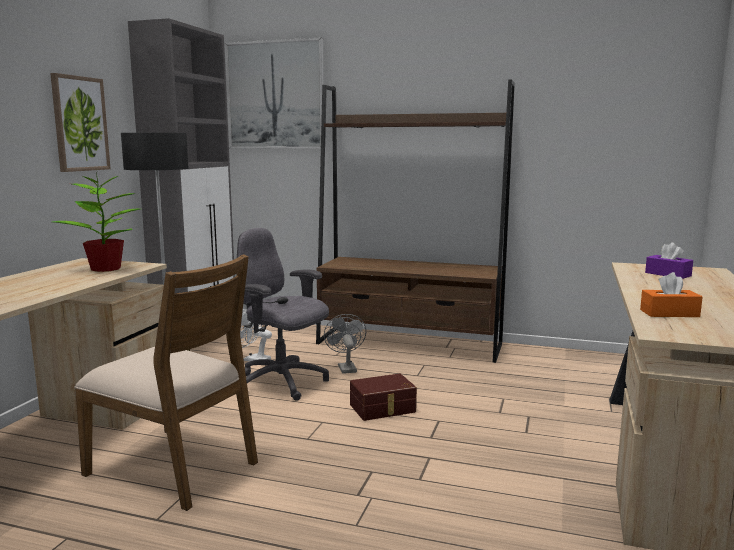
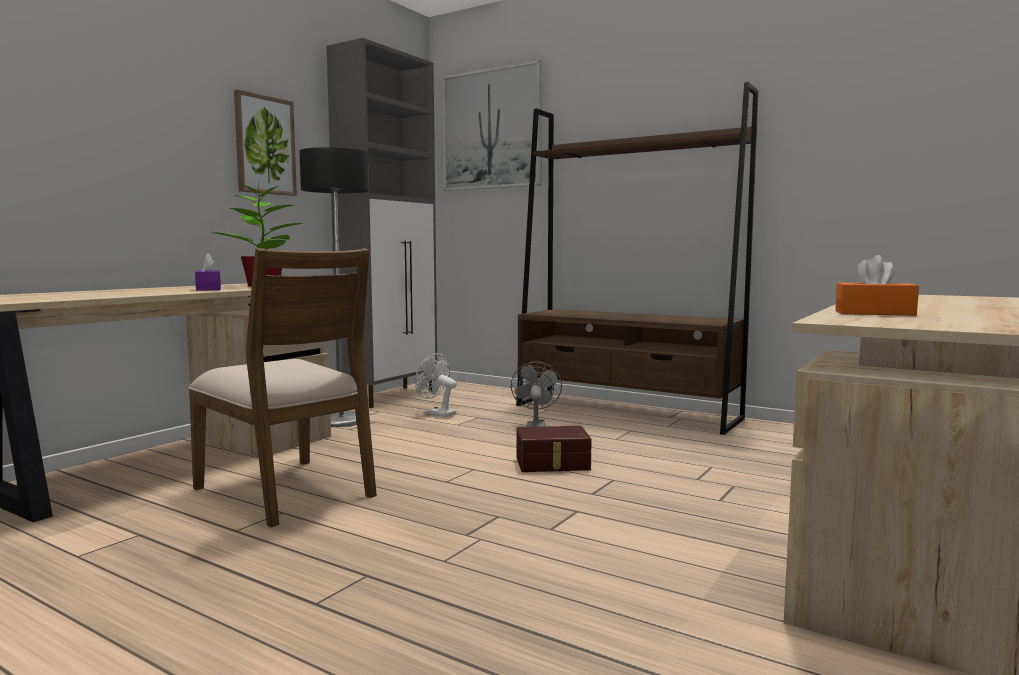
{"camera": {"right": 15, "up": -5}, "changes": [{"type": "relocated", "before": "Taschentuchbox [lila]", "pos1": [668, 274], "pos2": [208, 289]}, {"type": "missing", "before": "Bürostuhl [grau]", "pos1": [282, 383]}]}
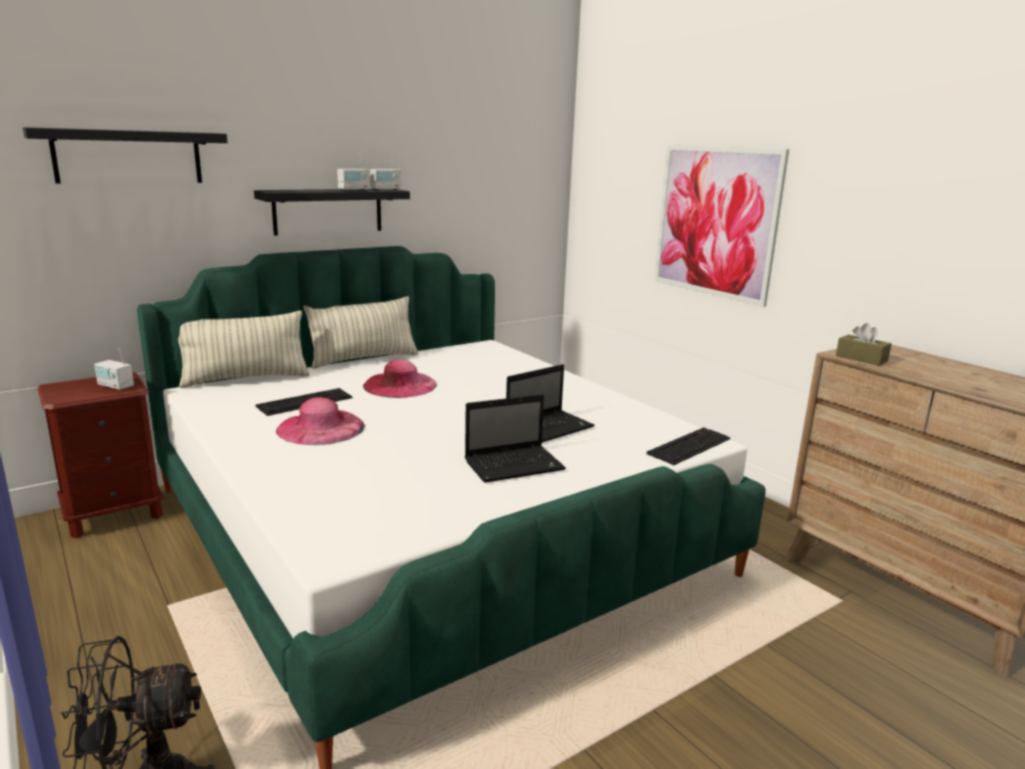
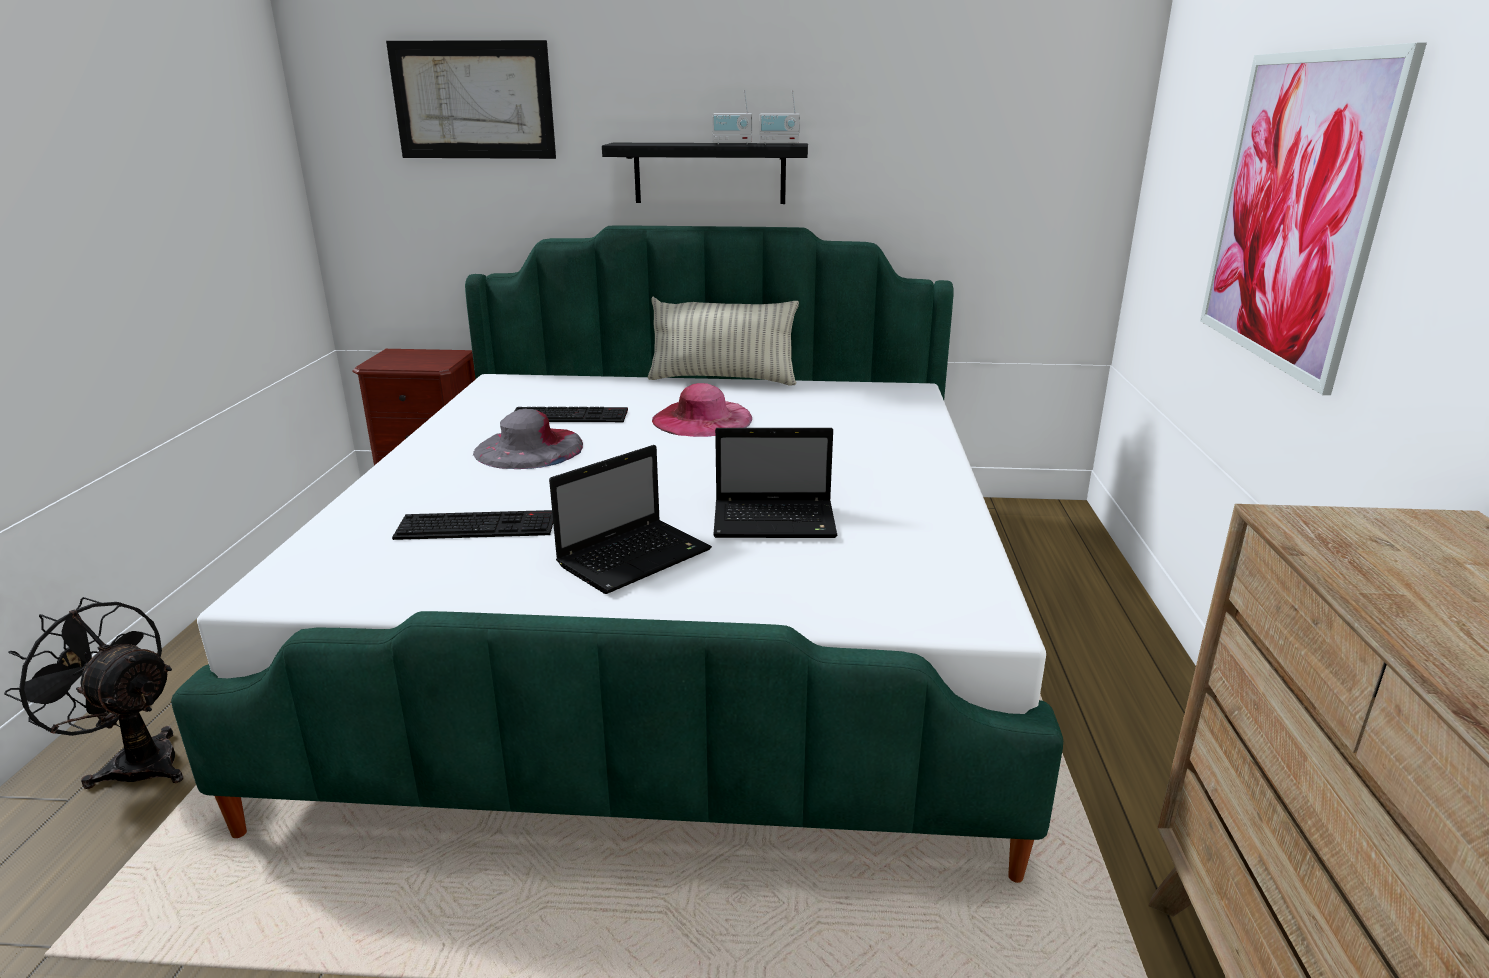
{"camera": {"right": 40, "up": 5}, "changes": [{"type": "exchanged", "before": "Wandregal [schwarz]", "after": "Bild", "pos1": [128, 156], "pos2": [473, 100]}, {"type": "relocated", "before": "Tastatur", "pos1": [688, 445], "pos2": [479, 525]}, {"type": "colour", "before": "Hut [rosa]", "after": "Hut [grau]", "pos1": [320, 428], "pos2": [529, 448]}, {"type": "spun", "before": "Laptop", "pos1": [515, 465], "pos2": [636, 557], "turn": -60}, {"type": "missing", "before": "Radio", "pos1": [115, 386]}, {"type": "missing", "before": "Kissen", "pos1": [246, 379]}, {"type": "missing", "before": "Taschentuchbox [braun]", "pos1": [861, 358]}]}
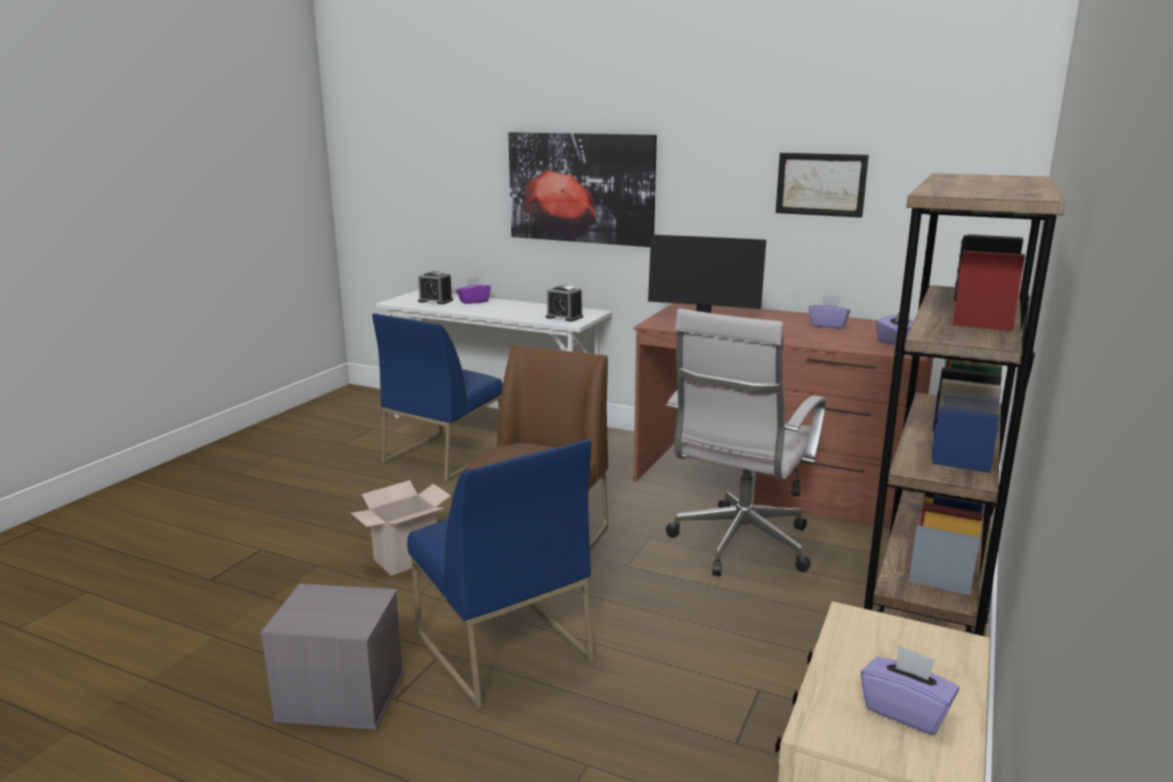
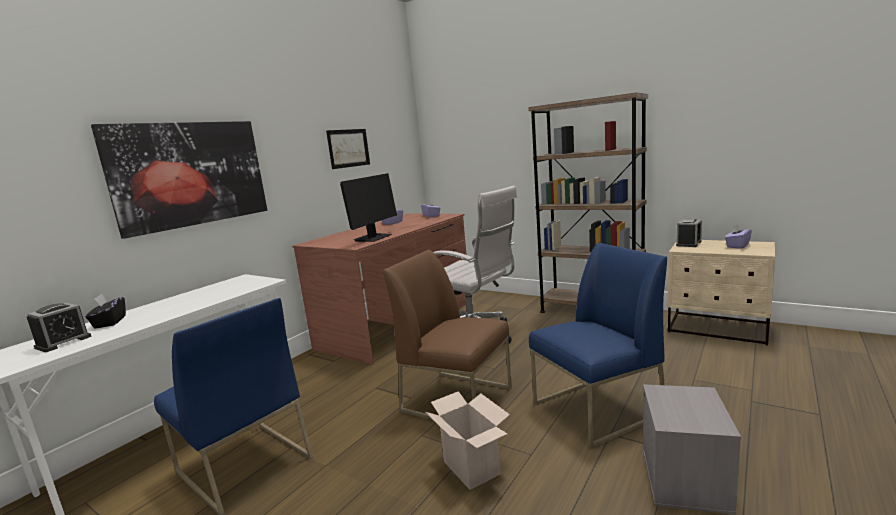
{"camera": {"right": -80, "up": -5}, "changes": [{"type": "colour", "before": "Taschentuchbox [lila]", "after": "Taschentuchbox [schwarz]", "pos1": [473, 301], "pos2": [109, 322]}, {"type": "relocated", "before": "Wecker", "pos1": [564, 317], "pos2": [688, 243]}]}
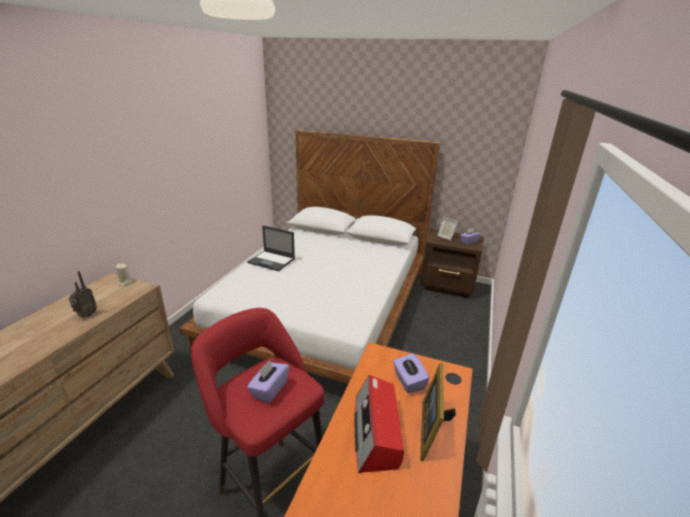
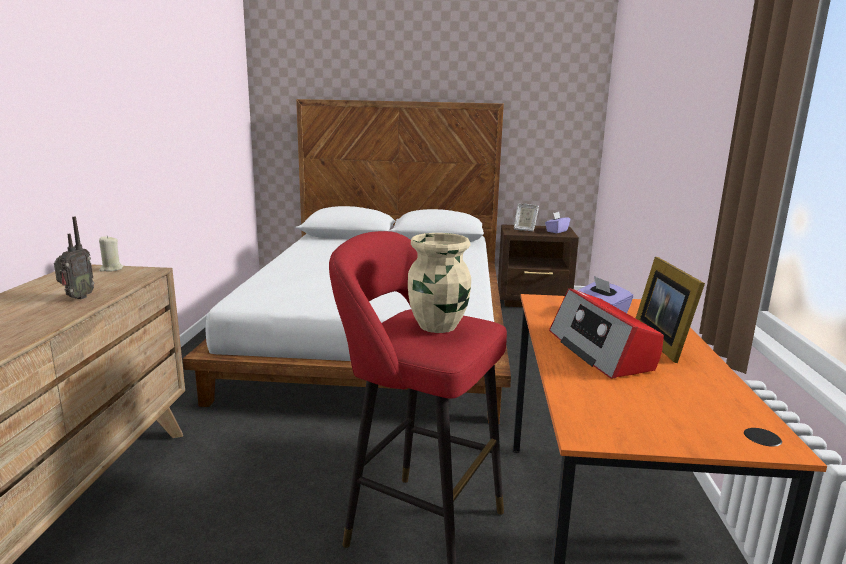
{"camera": {"right": -15, "up": -10}, "changes": [{"type": "exchanged", "before": "Taschentuchbox [lila]", "after": "Vase [beige]", "pos1": [269, 389], "pos2": [438, 326]}, {"type": "missing", "before": "Laptop", "pos1": [272, 261]}]}
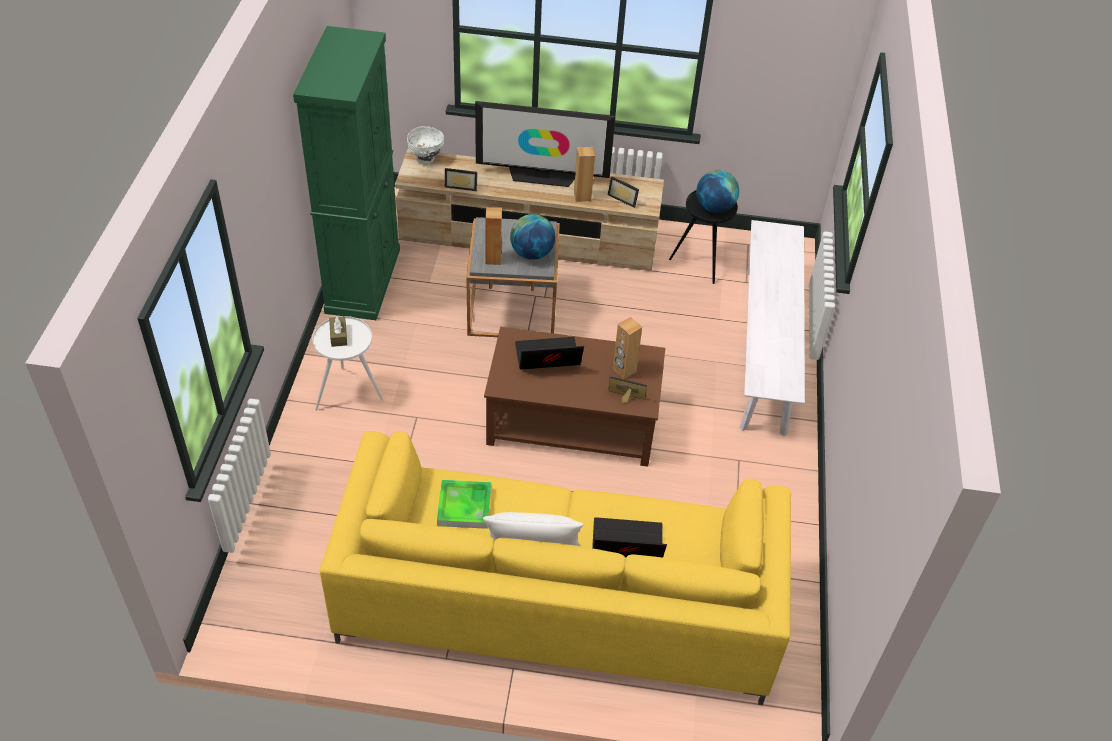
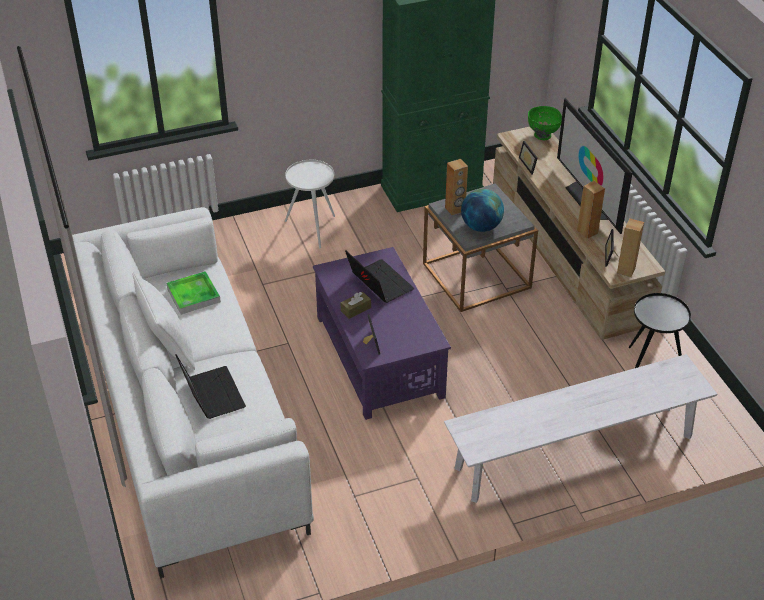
{"camera": {"right": 65, "up": -5}, "changes": [{"type": "colour", "before": "Sofa [gelb]", "after": "Sofa [weiß]", "pos1": [557, 601], "pos2": [191, 414]}, {"type": "colour", "before": "Couchtisch [braun]", "after": "Couchtisch [lila]", "pos1": [571, 421], "pos2": [379, 355]}, {"type": "relocated", "before": "Taschentuchbox [braun]", "pos1": [338, 335], "pos2": [356, 309]}, {"type": "colour", "before": "Schüssel [weiß]", "after": "Schüssel [grün]", "pos1": [426, 158], "pos2": [542, 136]}, {"type": "relocated", "before": "Lautsprecher [braun]", "pos1": [624, 370], "pos2": [625, 270]}, {"type": "missing", "before": "Globus", "pos1": [714, 207]}]}
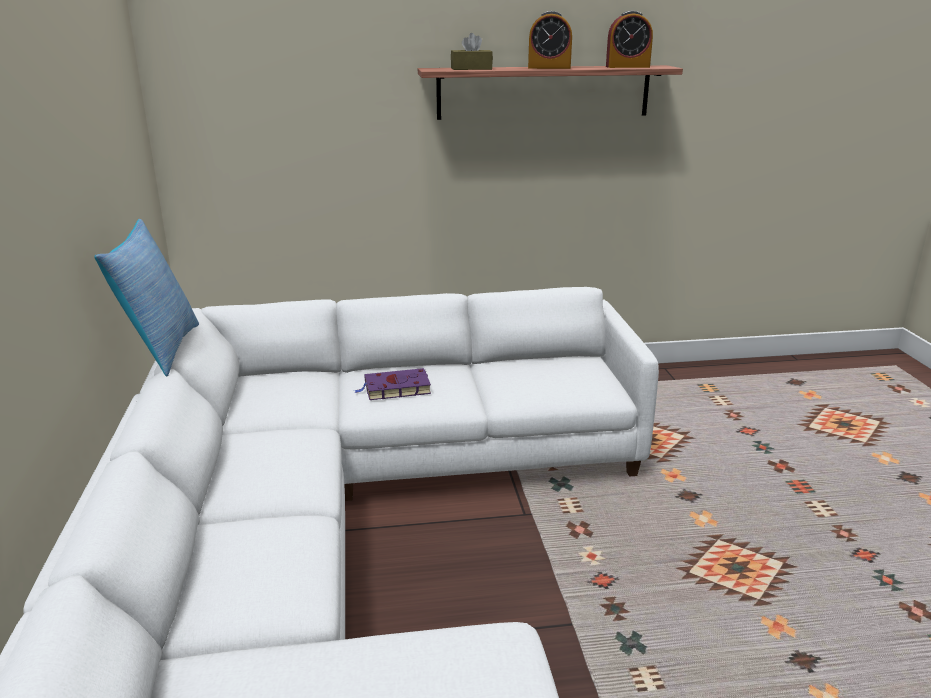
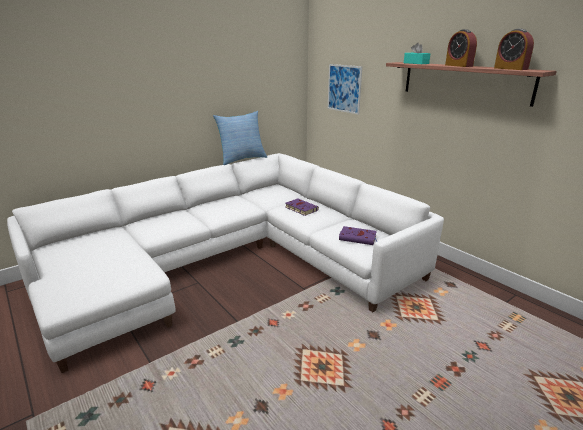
{"camera": {"right": 60, "up": 0}, "changes": [{"type": "appeared", "after": "Bild", "pos2": [344, 88]}, {"type": "appeared", "after": "Buch [lila]", "pos2": [359, 238]}, {"type": "colour", "before": "Taschentuchbox [braun]", "after": "Taschentuchbox [türkis]", "pos1": [471, 69], "pos2": [416, 63]}]}
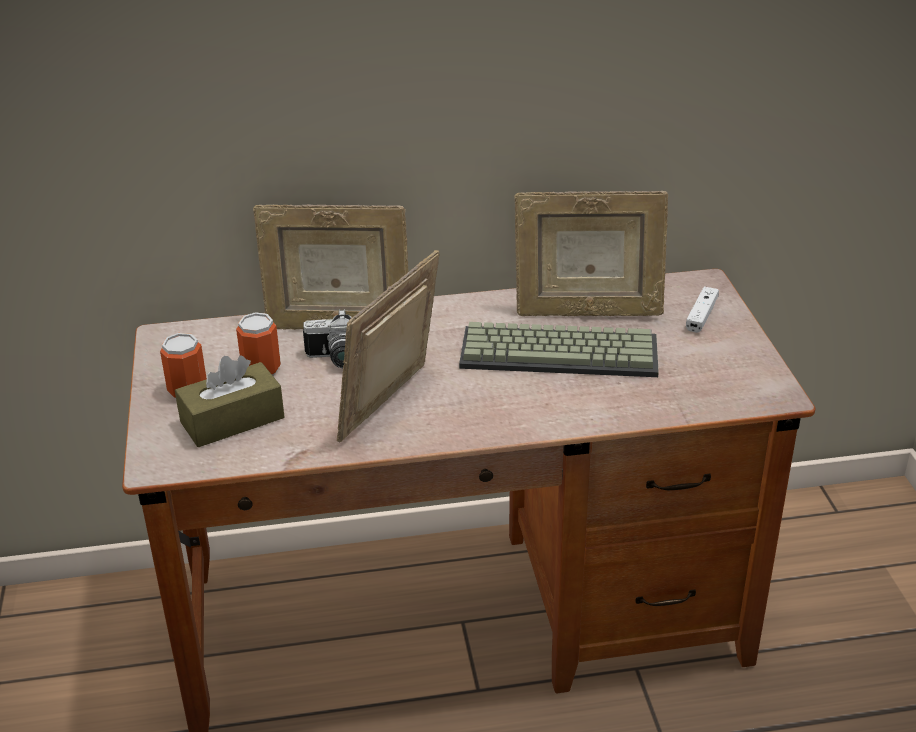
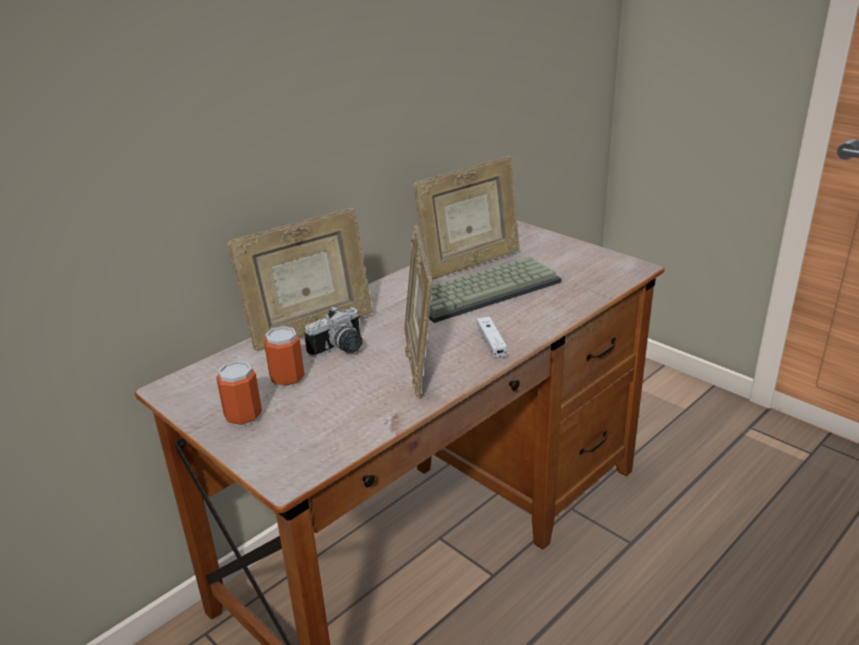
{"camera": {"right": -35, "up": -5}, "changes": [{"type": "relocated", "before": "Gamepad [weiß]", "pos1": [701, 316], "pos2": [491, 343]}, {"type": "missing", "before": "Taschentuchbox [braun]", "pos1": [232, 420]}]}
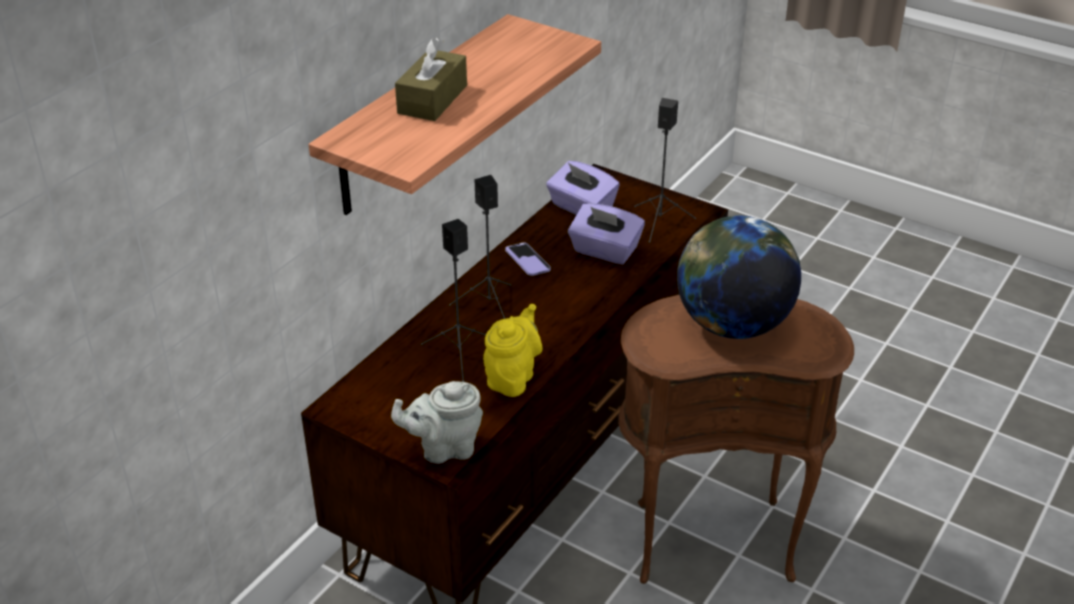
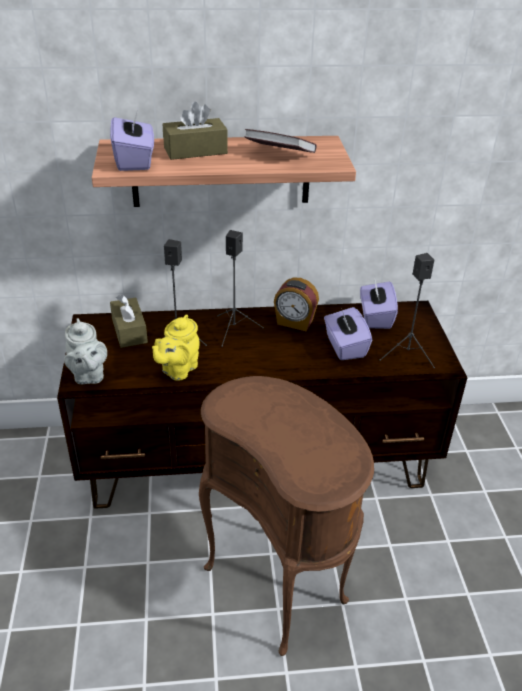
{"camera": {"right": 50, "up": 0}, "changes": [{"type": "spun", "before": "Teekanne [grau]", "pos1": [444, 448], "pos2": [88, 376], "turn": -150}, {"type": "appeared", "after": "Taschentuchbox [lila]", "pos2": [134, 160]}, {"type": "appeared", "after": "Taschentuchbox [braun]", "pos2": [129, 331]}, {"type": "spun", "before": "Teekanne [gelb]", "pos1": [512, 377], "pos2": [177, 370], "turn": 135}, {"type": "appeared", "after": "Buch", "pos2": [280, 155]}, {"type": "exchanged", "before": "Handy", "after": "Wecker", "pos1": [527, 260], "pos2": [294, 323]}, {"type": "missing", "before": "Globus", "pos1": [732, 325]}]}
